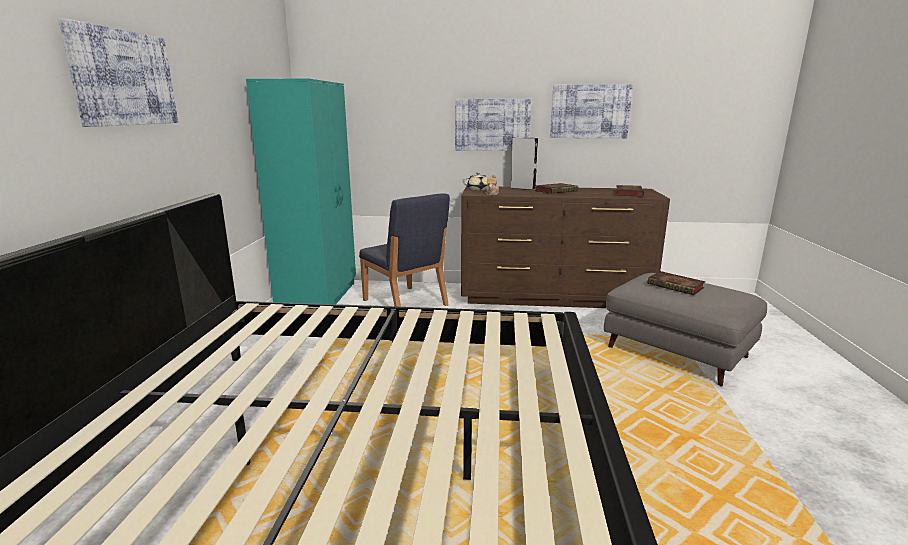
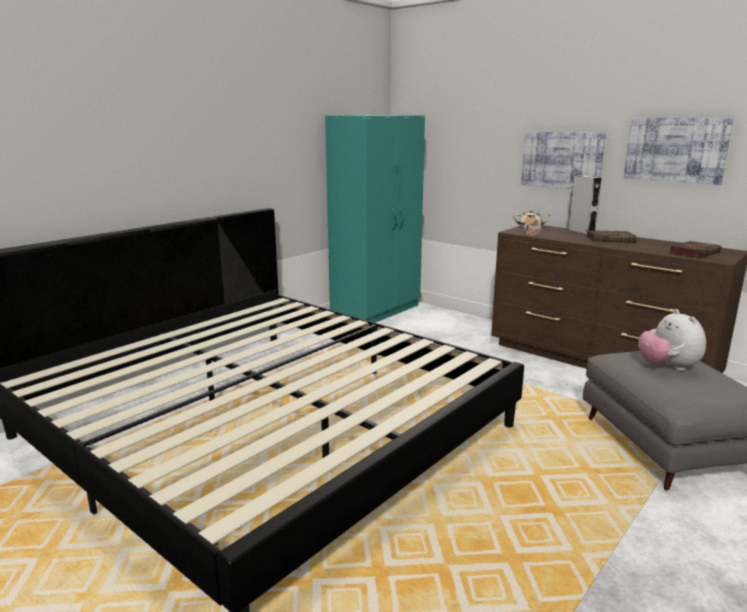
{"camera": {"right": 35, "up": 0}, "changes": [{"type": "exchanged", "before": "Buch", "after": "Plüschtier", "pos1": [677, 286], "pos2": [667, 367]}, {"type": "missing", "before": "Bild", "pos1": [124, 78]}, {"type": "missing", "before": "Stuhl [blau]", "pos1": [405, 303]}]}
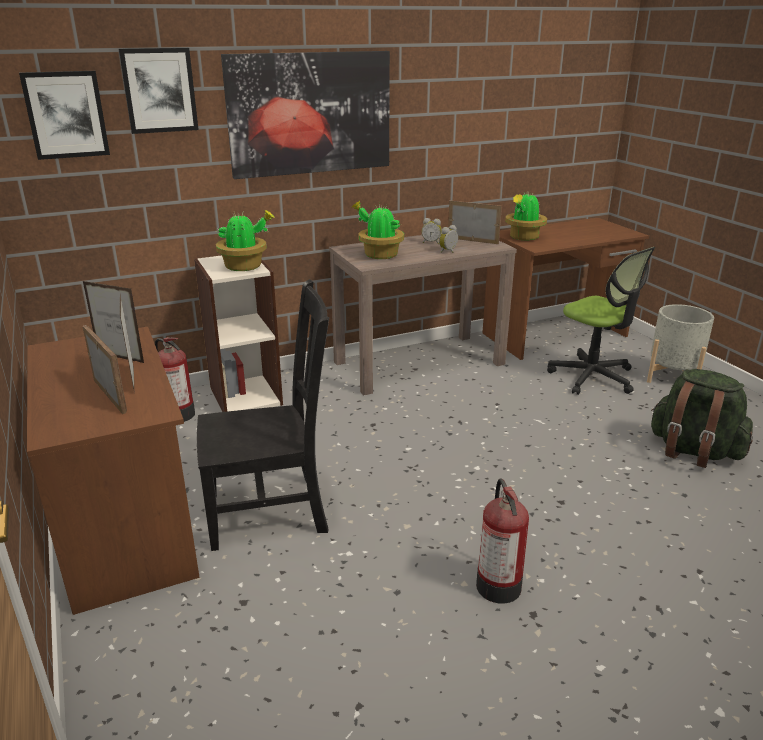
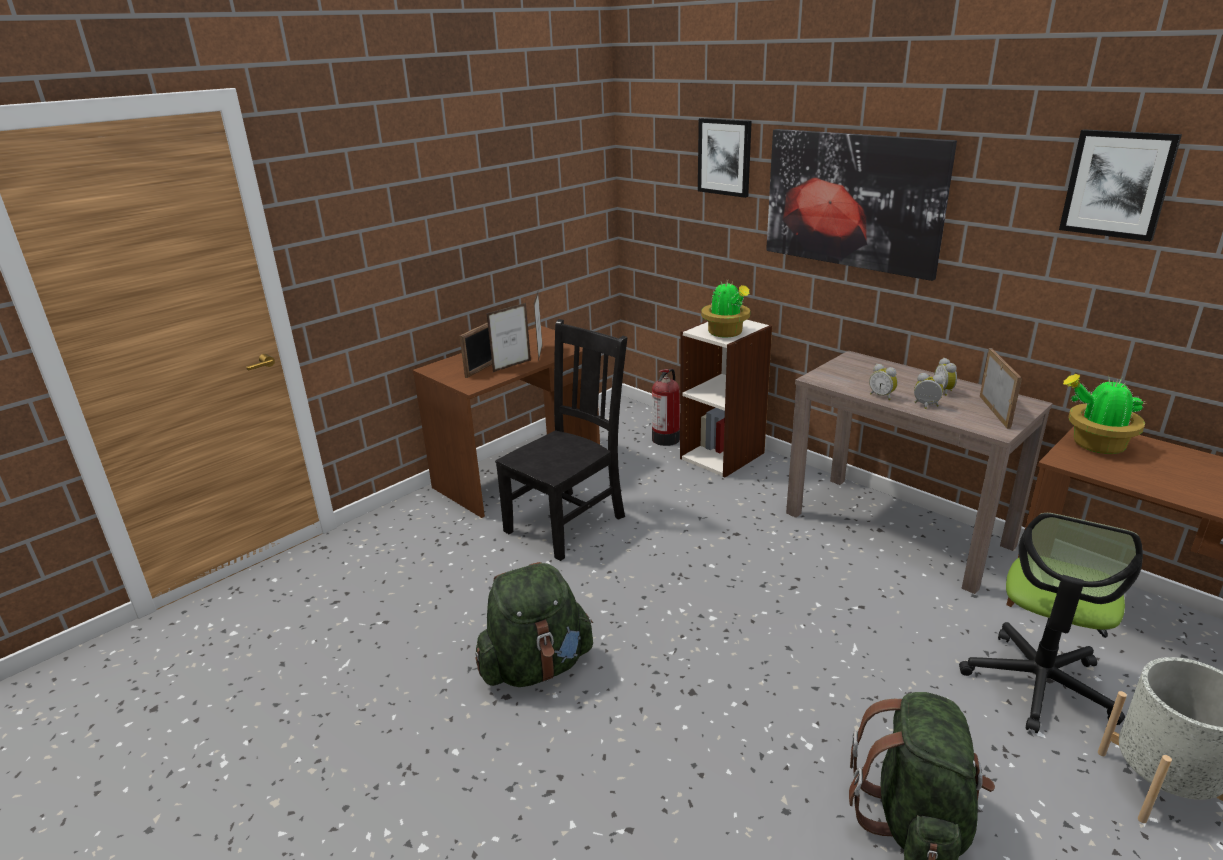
{"camera": {"right": 70, "up": 0}, "changes": [{"type": "exchanged", "before": "Feuerlöscher", "after": "Rucksack [grün]", "pos1": [498, 584], "pos2": [537, 666]}, {"type": "spun", "before": "Stuhl [schwarz]", "pos1": [271, 511], "pos2": [568, 522], "turn": -105}, {"type": "appeared", "after": "Wecker", "pos2": [882, 396]}, {"type": "relocated", "before": "Bild", "pos1": [66, 115], "pos2": [1117, 184]}, {"type": "missing", "before": "Topfpflanze", "pos1": [379, 255]}]}
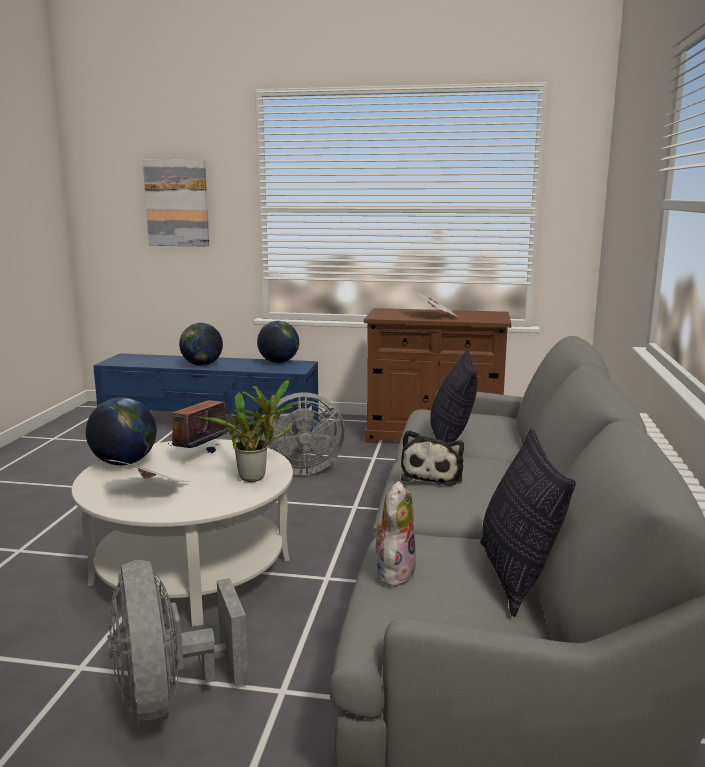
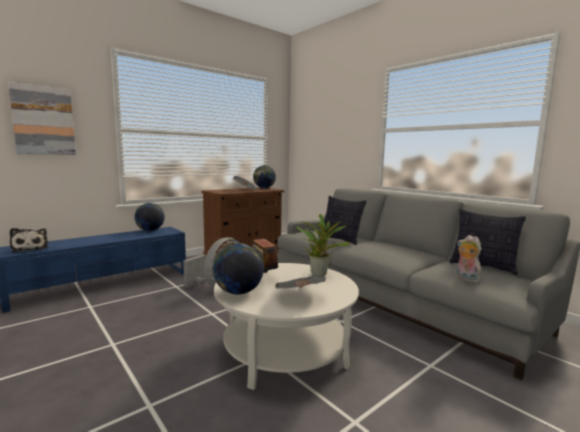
{"camera": {"right": -50, "up": -5}, "changes": [{"type": "relocated", "before": "Plüschtier", "pos1": [433, 475], "pos2": [30, 248]}, {"type": "relocated", "before": "Globus", "pos1": [202, 365], "pos2": [264, 188]}, {"type": "missing", "before": "Ventilator [grau]", "pos1": [169, 698]}]}
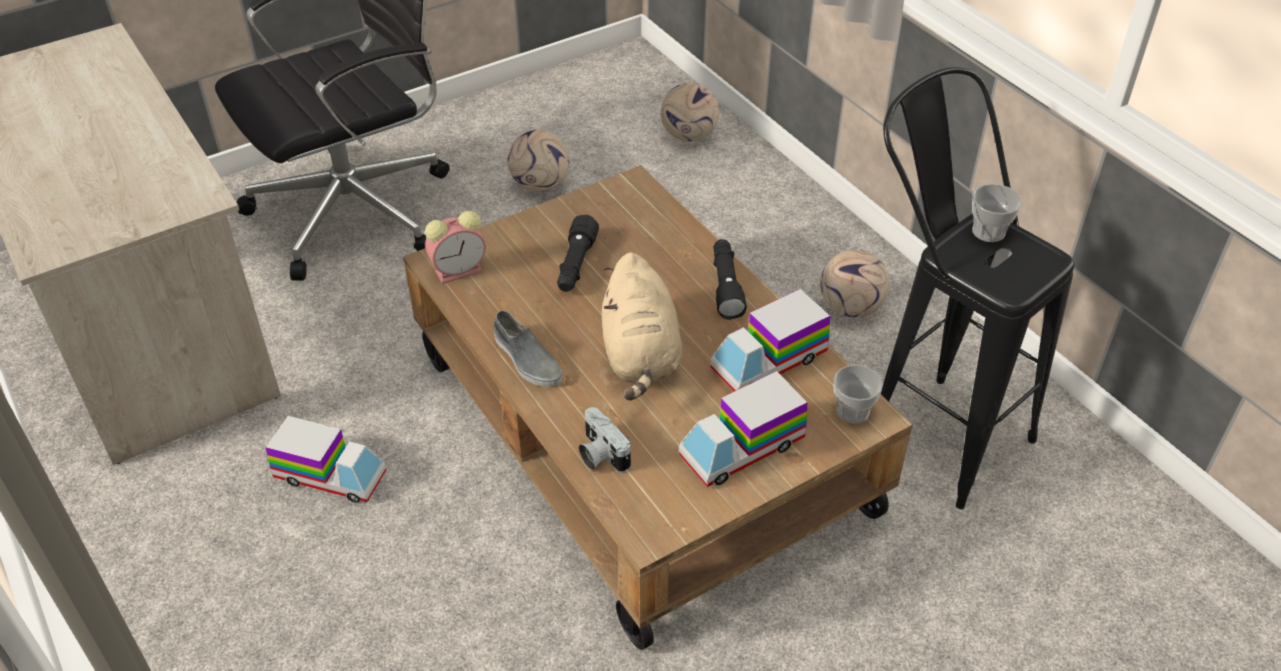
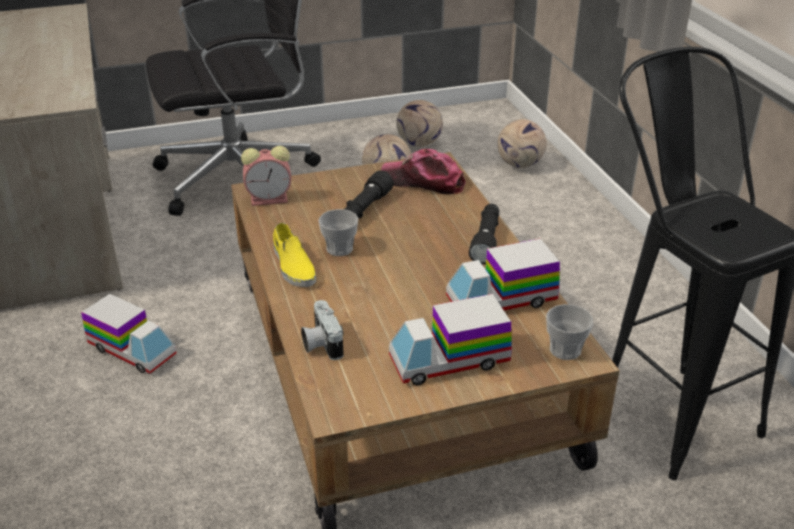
{"camera": {"right": 15, "up": -10}, "changes": [{"type": "colour", "before": "Schuh [grau]", "after": "Schuh [gelb]", "pos1": [527, 359], "pos2": [293, 266]}, {"type": "relocated", "before": "Tasse", "pos1": [988, 232], "pos2": [339, 249]}, {"type": "appeared", "after": "Kappe", "pos2": [423, 182]}, {"type": "relocated", "before": "Fußball", "pos1": [849, 307], "pos2": [418, 143]}, {"type": "missing", "before": "Plüschtier [beige]", "pos1": [640, 356]}]}
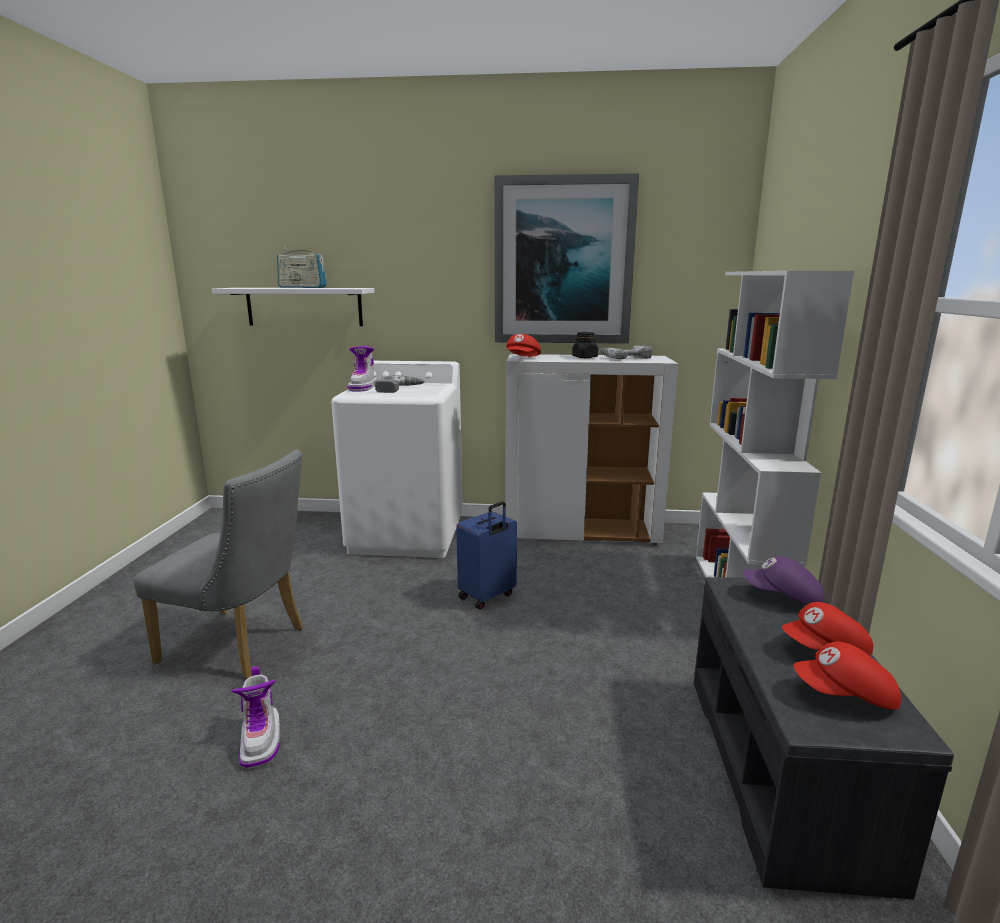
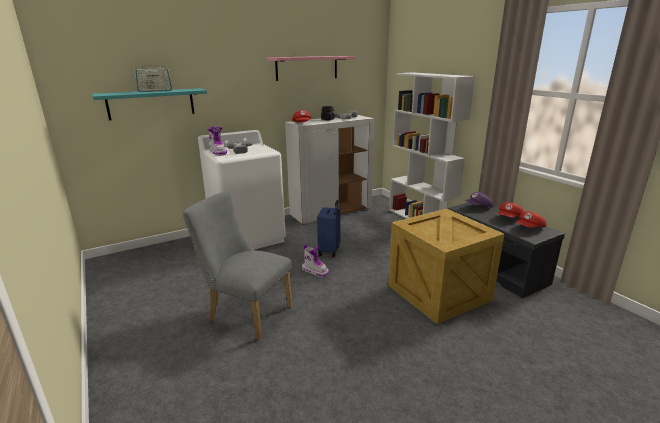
{"camera": {"right": -35, "up": 5}, "changes": [{"type": "colour", "before": "Wandregal [weiß]", "after": "Wandregal [türkis]", "pos1": [304, 306], "pos2": [151, 103]}, {"type": "spun", "before": "Stuhl [grau]", "pos1": [242, 646], "pos2": [245, 312], "turn": -135}, {"type": "exchanged", "before": "Bild", "after": "Wandregal [rosa]", "pos1": [563, 262], "pos2": [307, 68]}, {"type": "relocated", "before": "Stiefel", "pos1": [261, 740], "pos2": [315, 271]}, {"type": "appeared", "after": "Kiste", "pos2": [438, 293]}]}
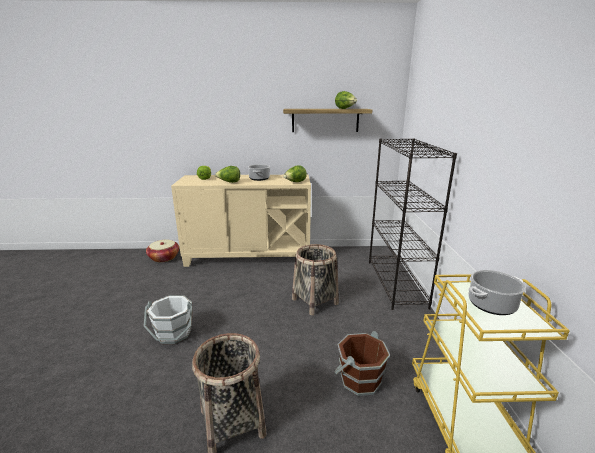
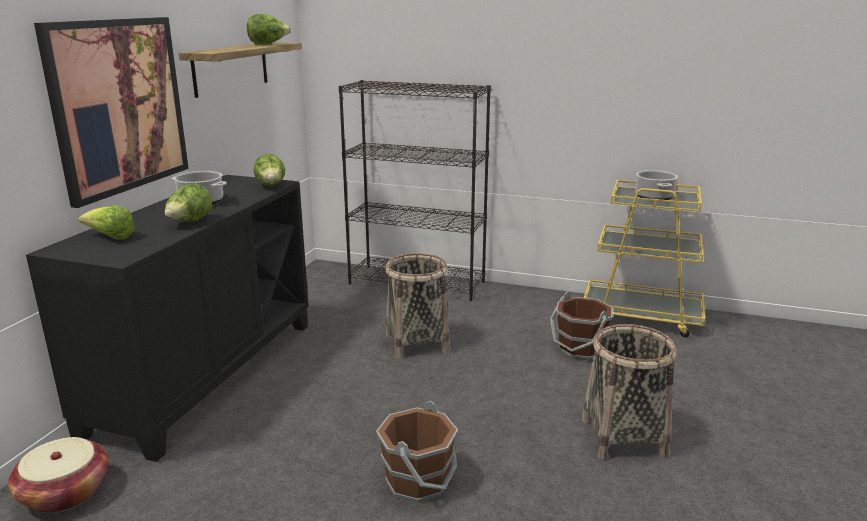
{"camera": {"right": -70, "up": 0}, "changes": [{"type": "colour", "before": "Schrank [beige]", "after": "Schrank [schwarz]", "pos1": [248, 256], "pos2": [206, 375]}, {"type": "appeared", "after": "Bild", "pos2": [119, 106]}, {"type": "colour", "before": "Eimer [weiß]", "after": "Eimer [braun]", "pos1": [173, 334], "pos2": [419, 481]}]}
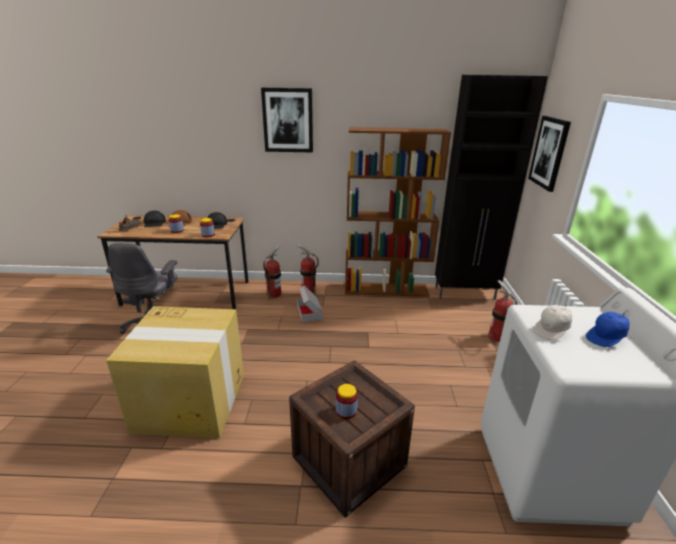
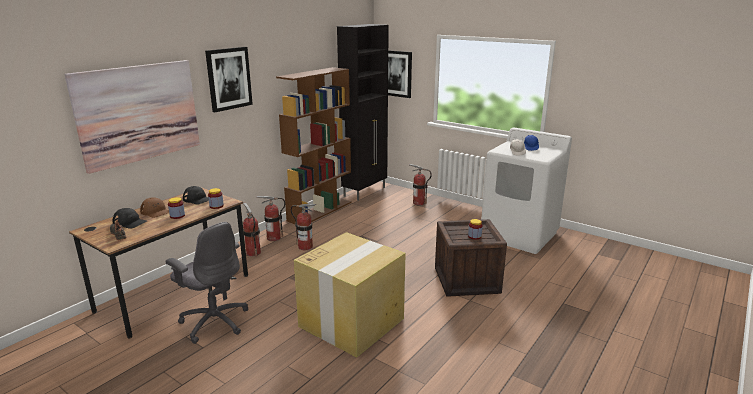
{"camera": {"right": -55, "up": -5}, "changes": [{"type": "appeared", "after": "Bild", "pos2": [139, 113]}, {"type": "exchanged", "before": "Karton", "after": "Feuerlöscher", "pos1": [309, 312], "pos2": [305, 247]}]}
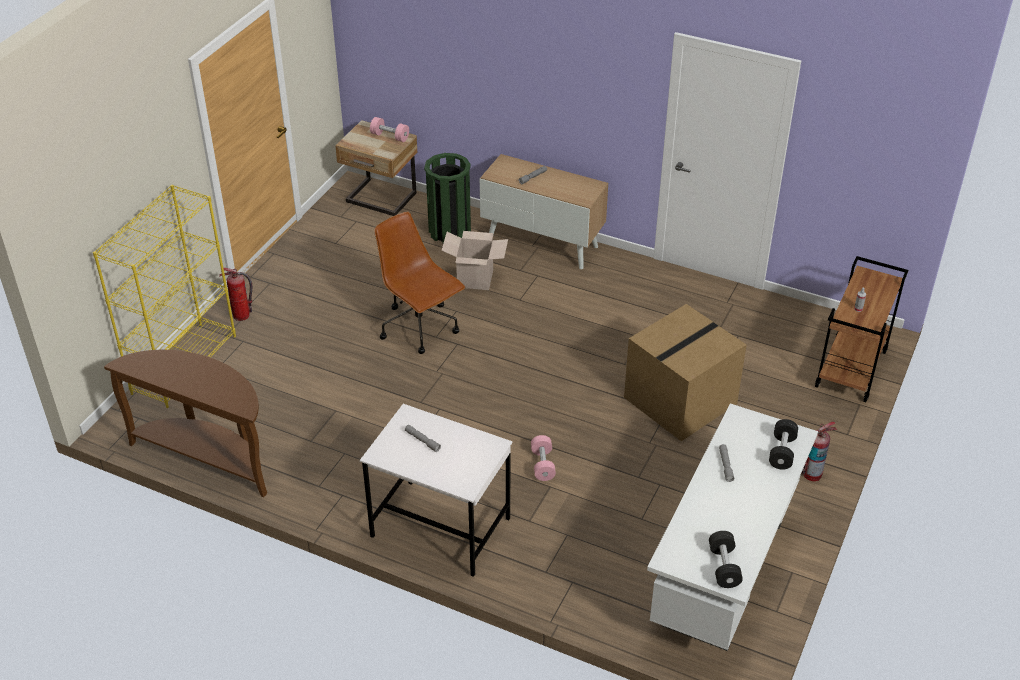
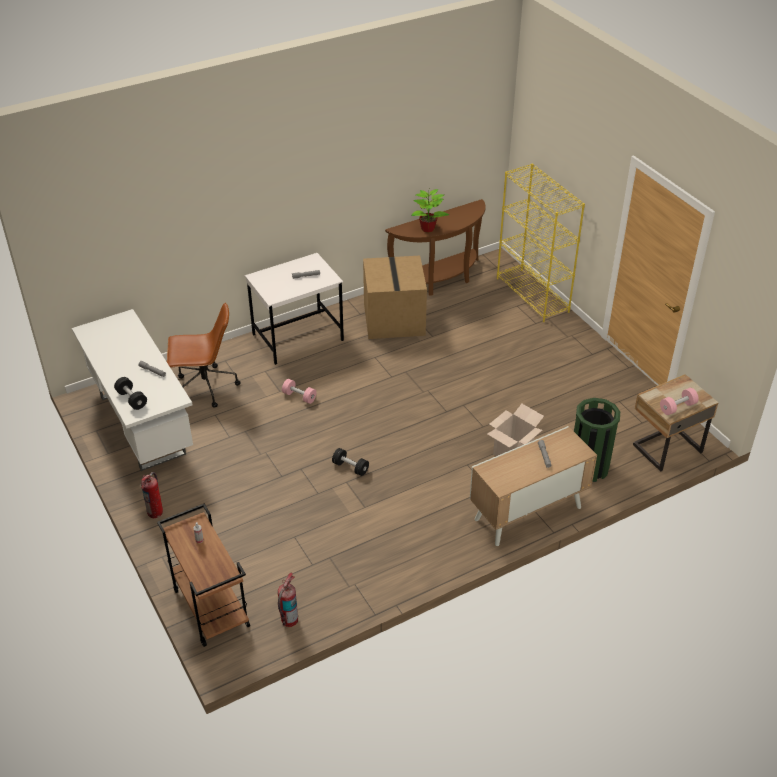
{"camera": {"right": 125, "up": 0}, "changes": [{"type": "relocated", "before": "Bürostuhl [braun]", "pos1": [420, 328], "pos2": [205, 387]}, {"type": "relocated", "before": "Feuerlöscher", "pos1": [241, 315], "pos2": [289, 620]}, {"type": "relocated", "before": "Hantel [schwarz]", "pos1": [724, 567], "pos2": [350, 467]}, {"type": "relocated", "before": "Karton", "pos1": [680, 402], "pos2": [393, 319]}, {"type": "appeared", "after": "Topfpflanze", "pos2": [428, 228]}]}
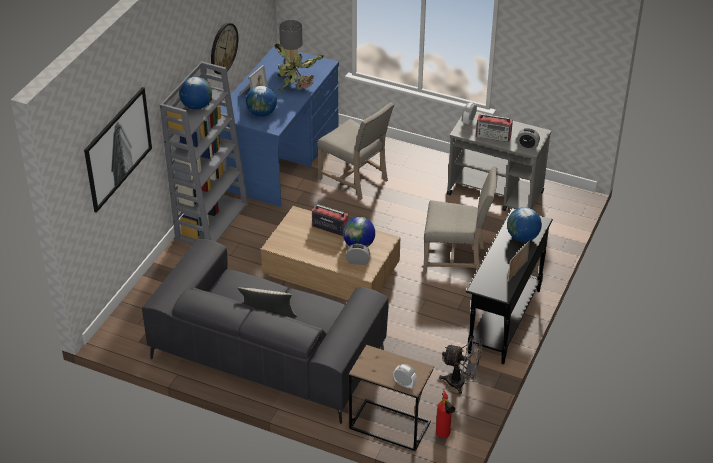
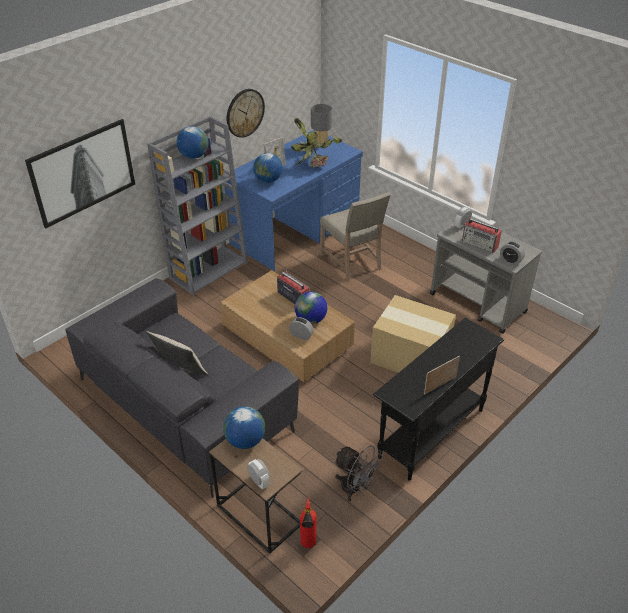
{"camera": {"right": 20, "up": 0}, "changes": [{"type": "relocated", "before": "Globus", "pos1": [522, 237], "pos2": [245, 440]}, {"type": "exchanged", "before": "Stuhl [beige]", "after": "Karton", "pos1": [456, 259], "pos2": [411, 357]}]}
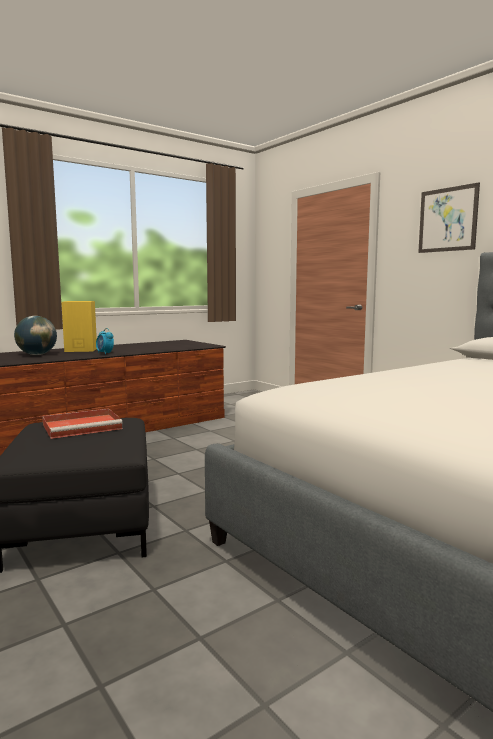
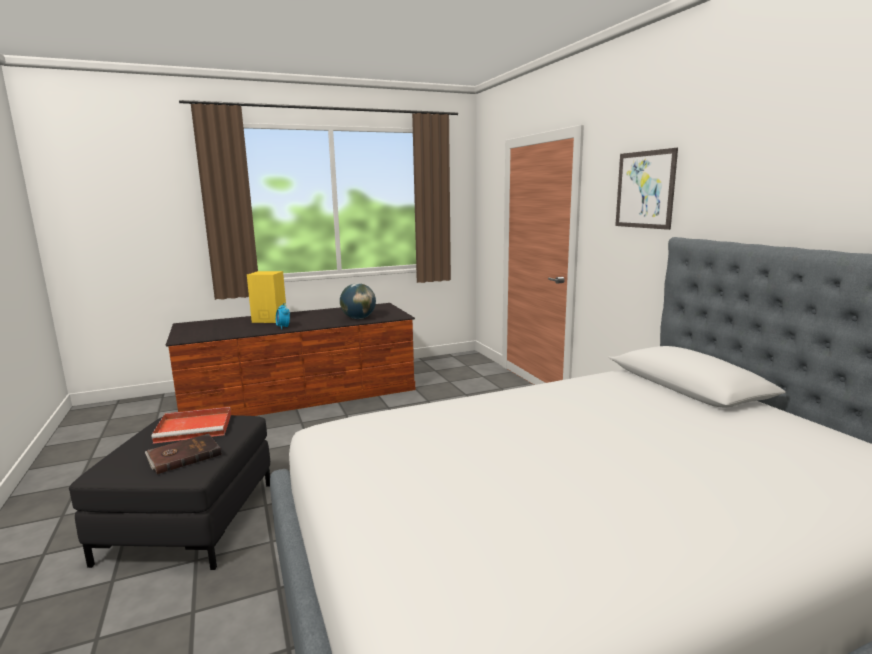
{"camera": {"right": 15, "up": 5}, "changes": [{"type": "appeared", "after": "Buch [braun]", "pos2": [183, 456]}, {"type": "relocated", "before": "Globus", "pos1": [36, 354], "pos2": [358, 318]}]}
